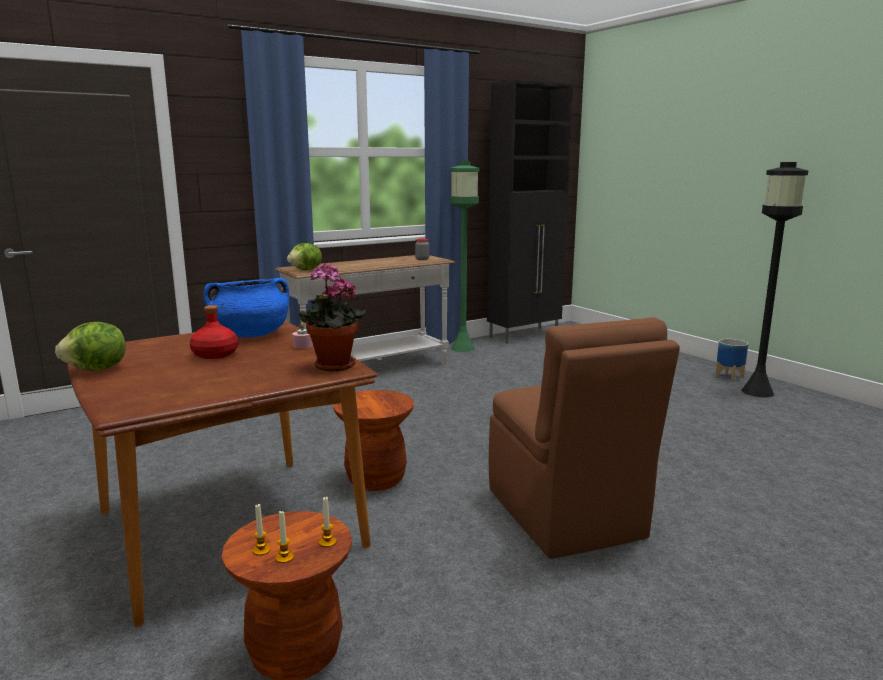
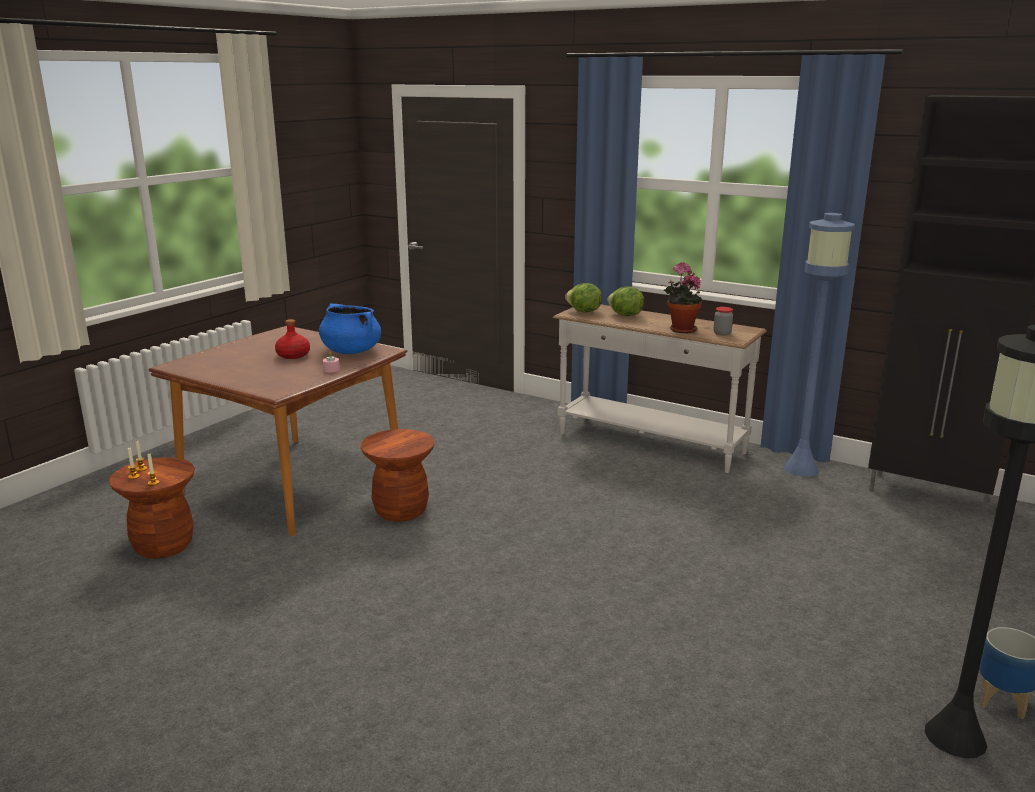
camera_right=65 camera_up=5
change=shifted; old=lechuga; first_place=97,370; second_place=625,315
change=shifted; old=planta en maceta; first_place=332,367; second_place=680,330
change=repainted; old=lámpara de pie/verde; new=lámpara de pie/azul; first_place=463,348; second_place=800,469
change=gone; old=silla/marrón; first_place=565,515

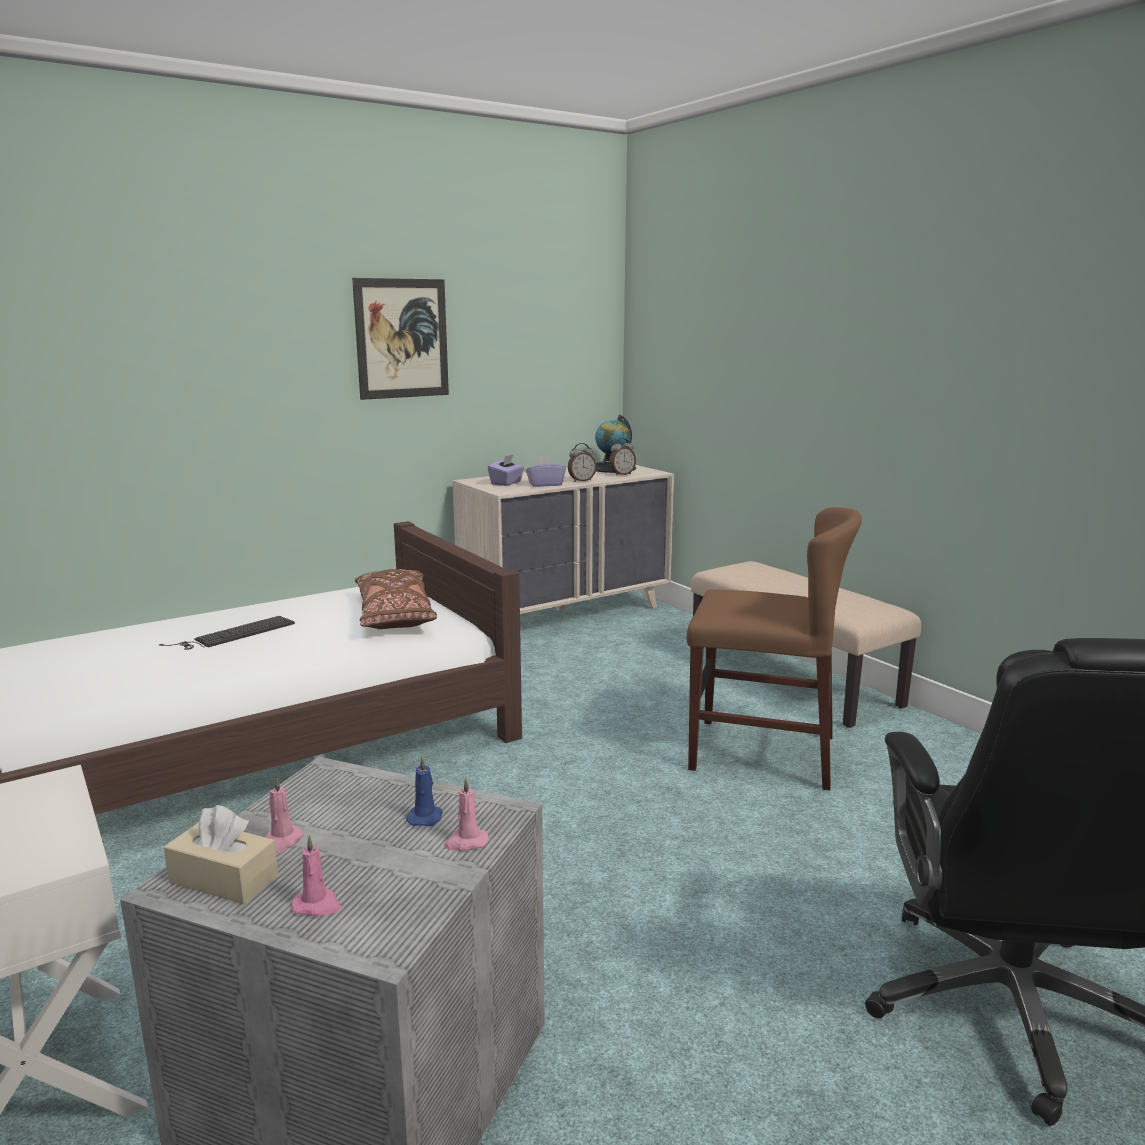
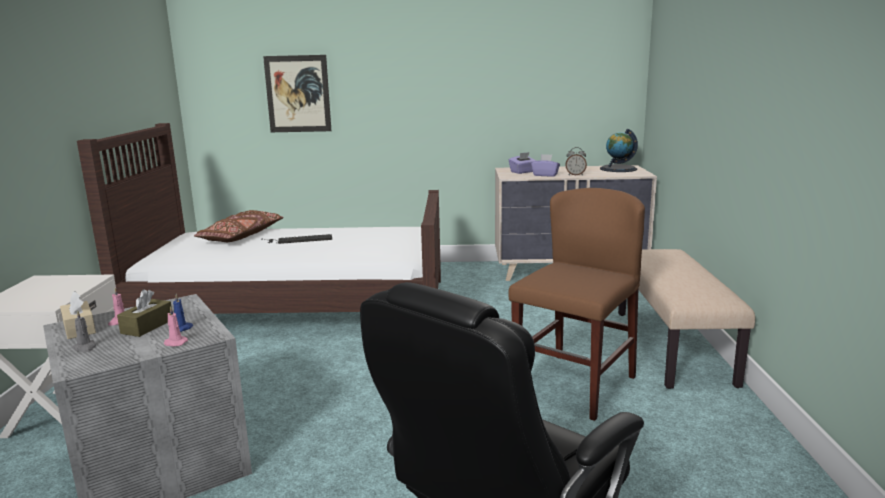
camera_right=35 camera_up=0
change=repainted; old=vela/rosa; new=vela/gris; first_place=317,906; second_place=85,348
change=shifted; old=cuadro; first_place=402,338; second_place=298,94
change=shifted; old=cojín/marrón; first_place=395,615; second_place=241,236
change=gone; old=despertador; first_place=622,474
change=rotated; old=silla/marrón; first_place=762,753; second_place=574,385; degrees=-105
change=new; new=caja de pañuelos/marrón; second_place=147,326

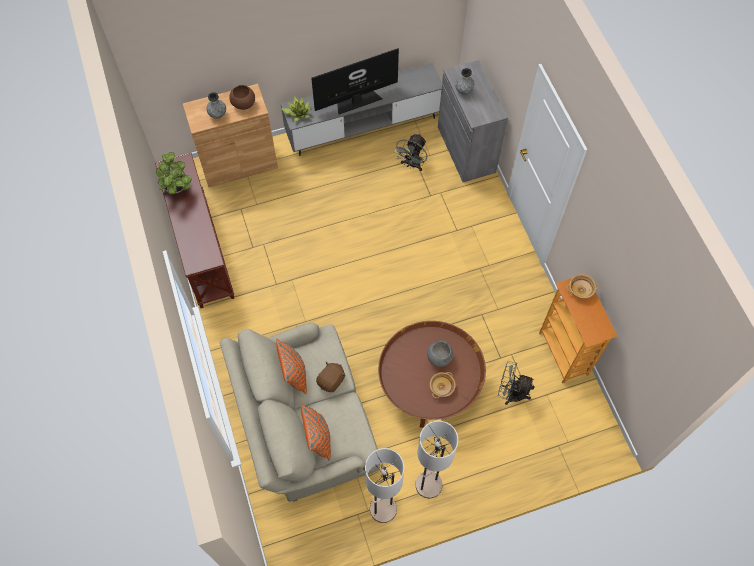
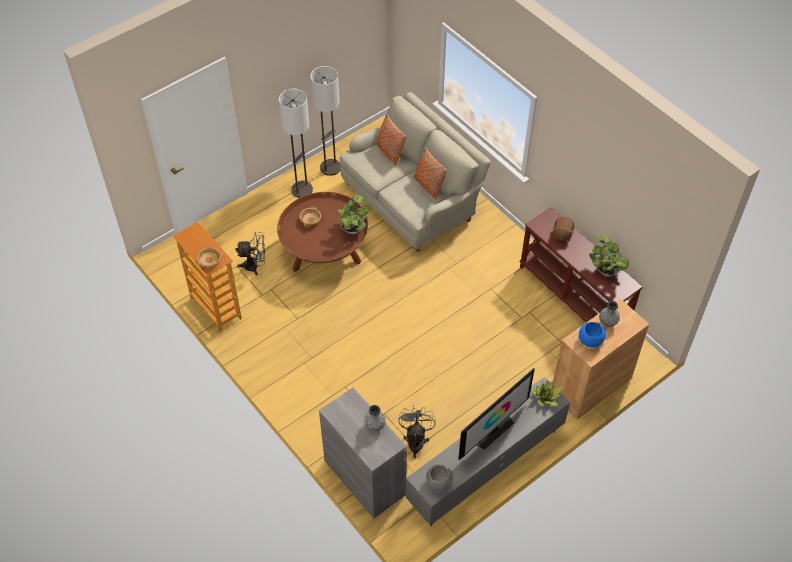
camera_right=160 camera_up=-10
change=repainted; old=cuenco/marrón; new=cuenco/azul; first_place=243,104; second_place=590,341
change=shifted; old=peluche/marrón; first_place=331,381; second_place=562,234
change=shifted; old=cuenco/gris; first_place=439,357; second_place=439,483
change=new; new=planta en maceta; second_place=353,228

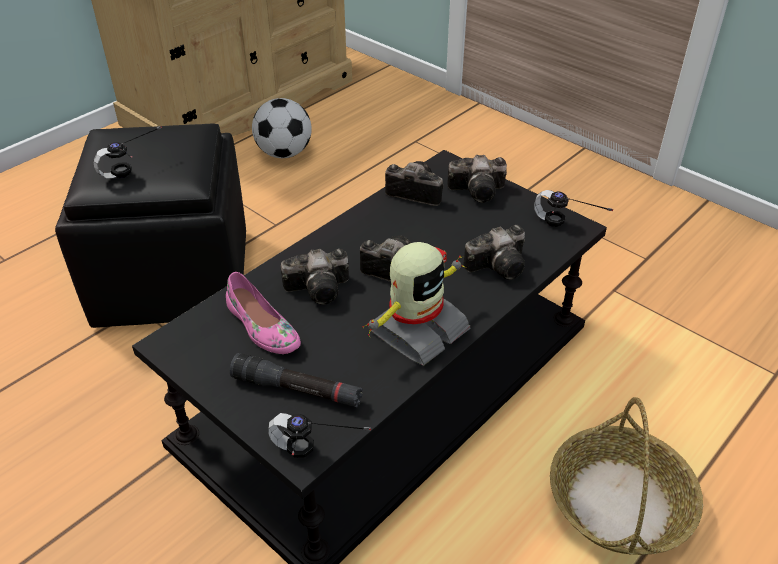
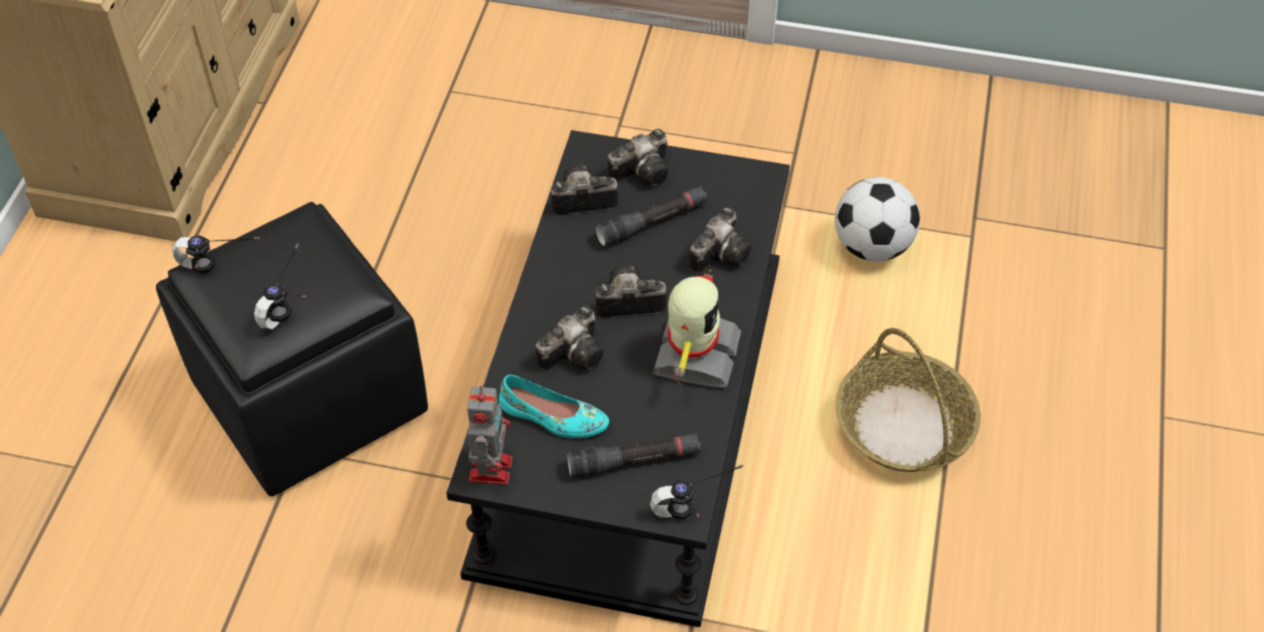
camera_right=-30 camera_up=10
change=repainted; old=zapato/rosa; new=zapato/turquesa; first_place=262,327; second_place=553,417
change=shifted; old=balón de fútbol; first_place=284,153; second_place=872,246
change=shifted; old=auriculares; first_place=562,231; second_place=217,275
change=new; new=robot de juguete; second_place=491,467
change=new; new=linterna/negro; second_place=652,222

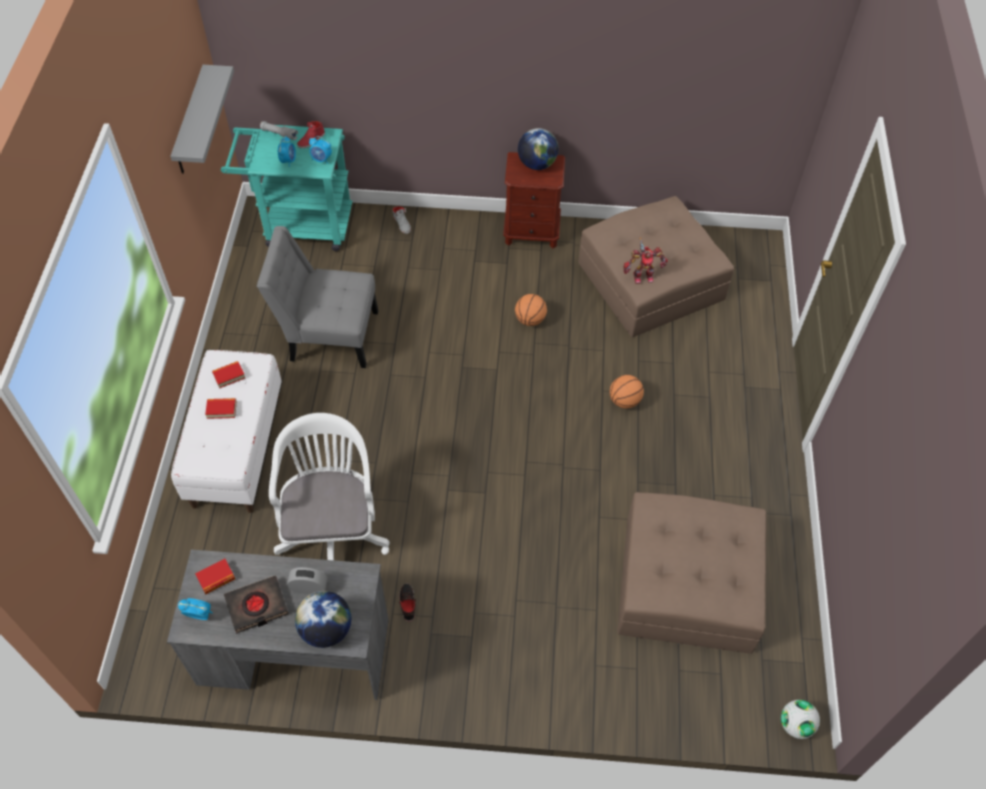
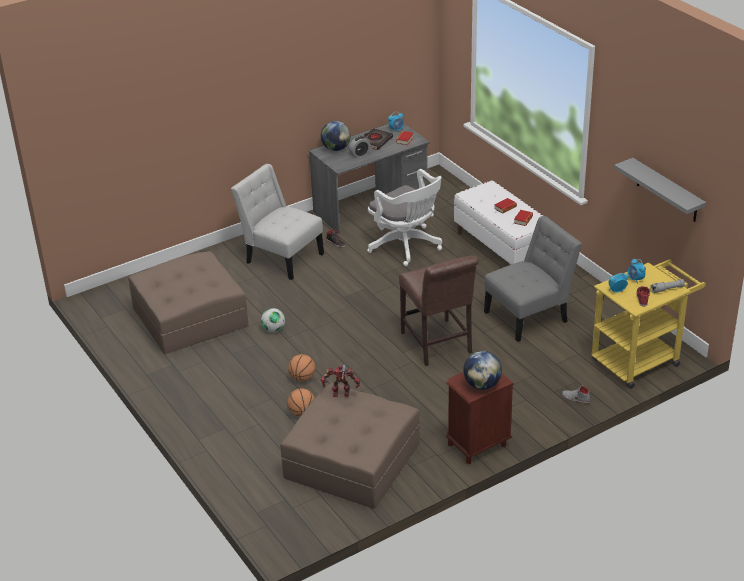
camera_right=145 camera_up=-20
change=repainted; old=carrito/turquesa; new=carrito/amarillo; first_place=299,225; second_place=641,359
change=shifted; old=balón de baloncesto; first_place=530,320; second_place=302,413
change=rotated; old=robot de juguete; first_place=642,276; second_place=341,394; degrees=45
change=shifted; old=balón de fútbol; first_place=795,725; second_place=273,329
change=new; new=silla/blanco; second_place=281,257
change=new; new=silla/marrón; second_place=437,345

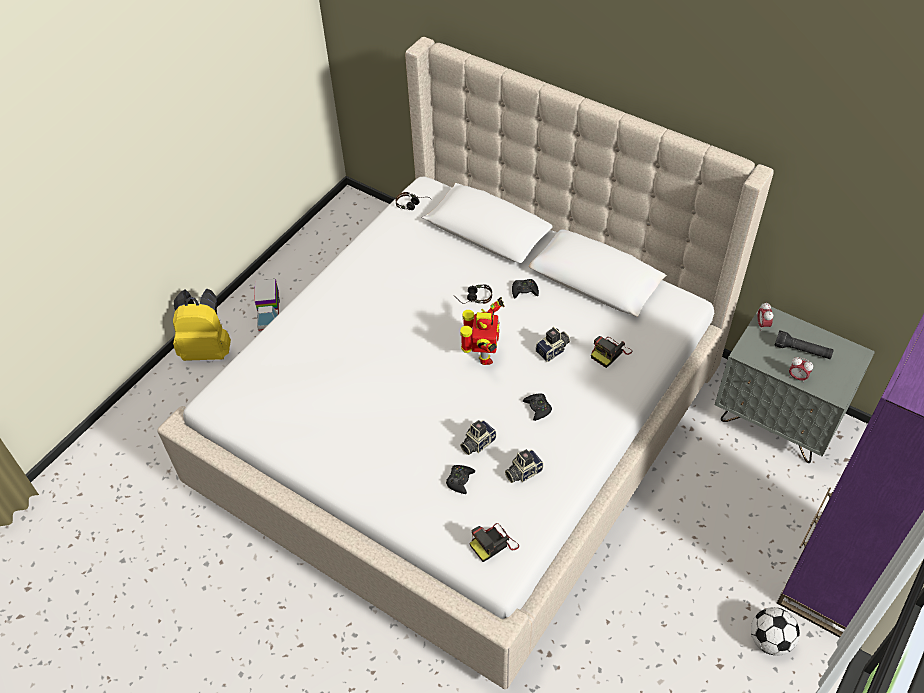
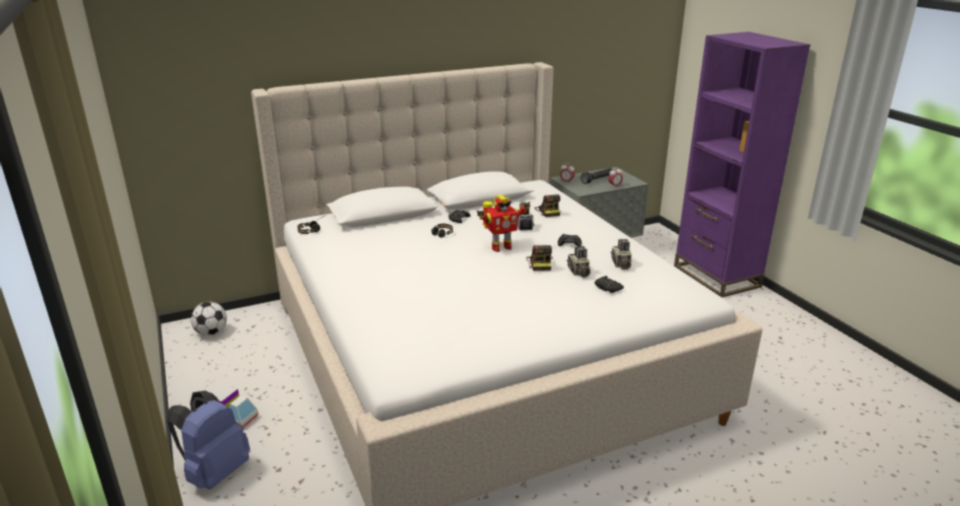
camera_right=-60 camera_up=-25
change=repainted; old=mochila/amarillo; new=mochila/azul; first_place=208,349; second_place=215,472
change=rotated; old=robot de juguete; first_place=484,356; second_place=500,247; degrees=120
change=shifted; old=cámara; first_place=494,544; second_place=540,263
change=shifted; old=balón de fútbol; first_place=770,640; second_place=211,332

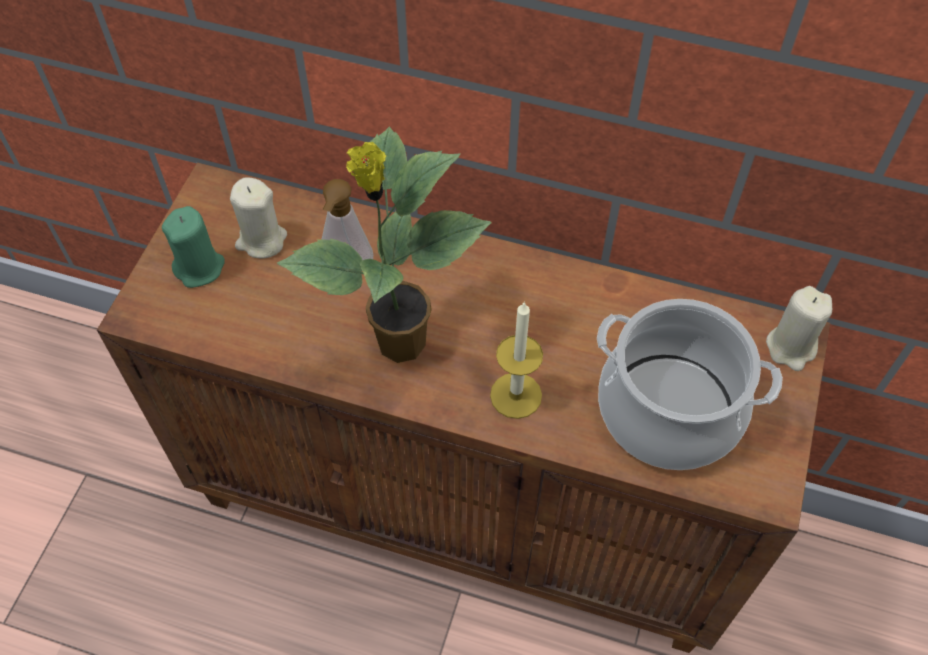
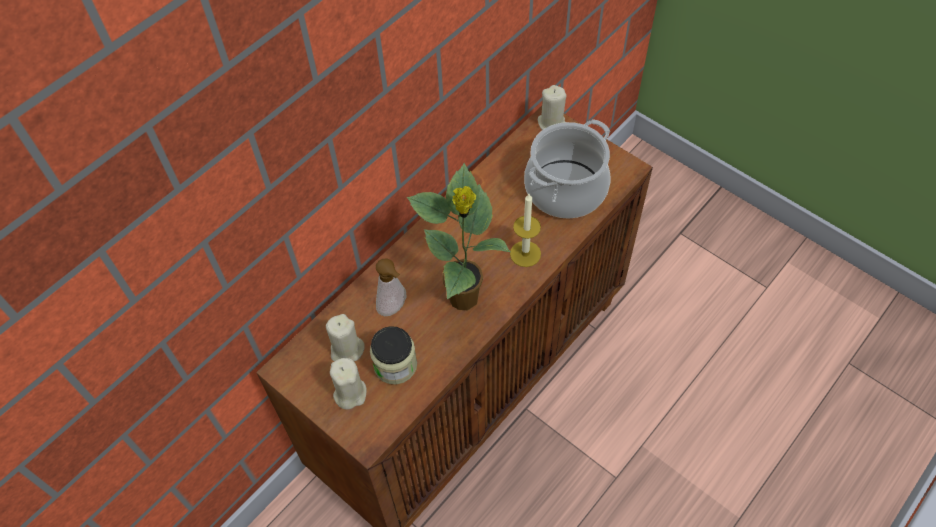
camera_right=-65 camera_up=0
change=repainted; old=vela/verde; new=vela/beis; first_place=200,267; second_place=349,393
change=new; new=tarro; second_place=395,365

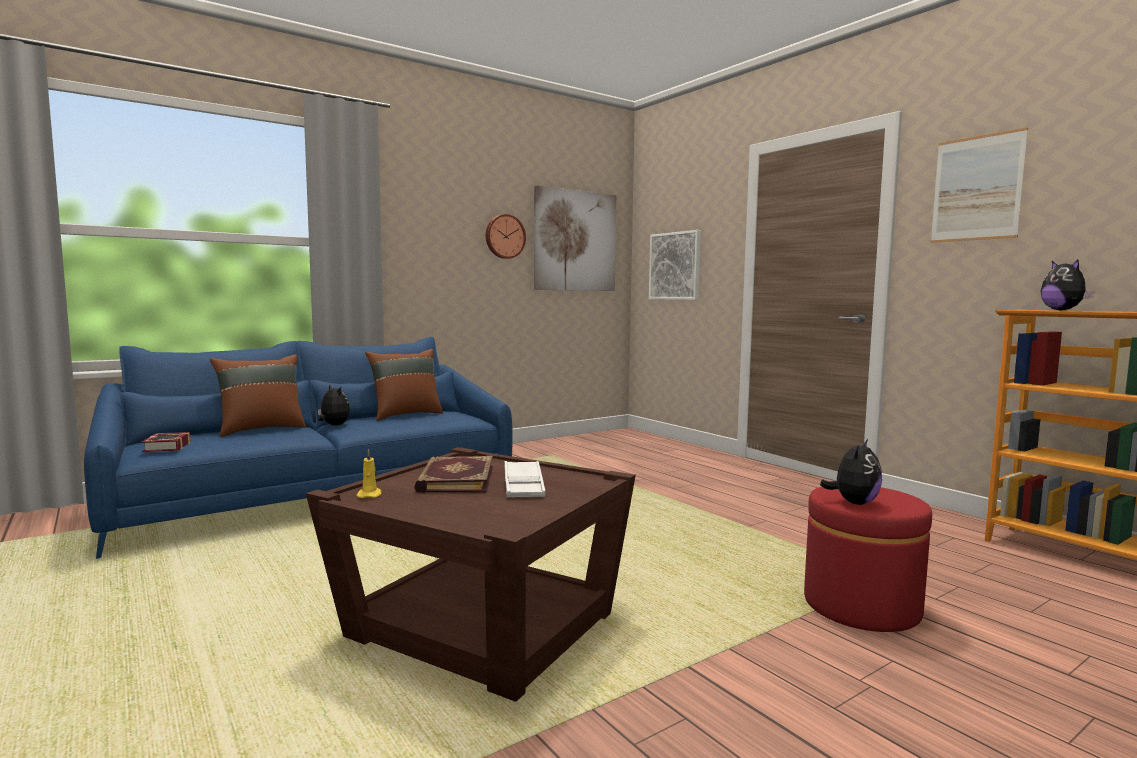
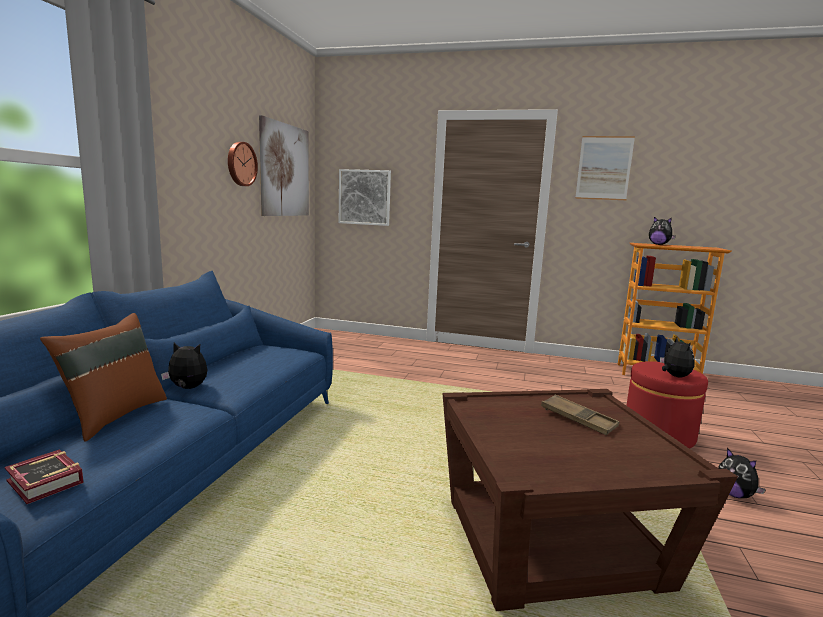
camera_right=-40 camera_up=5
change=gone; old=vela/amarillo; first_place=369,495
change=gone; old=cojín/marrón; first_place=405,415
change=gone; old=libro; first_place=455,478
change=repainted; old=bandeja/blanco; new=bandeja/marrón; first_place=523,486; second_place=578,419
change=new; new=peluche; second_place=735,494

